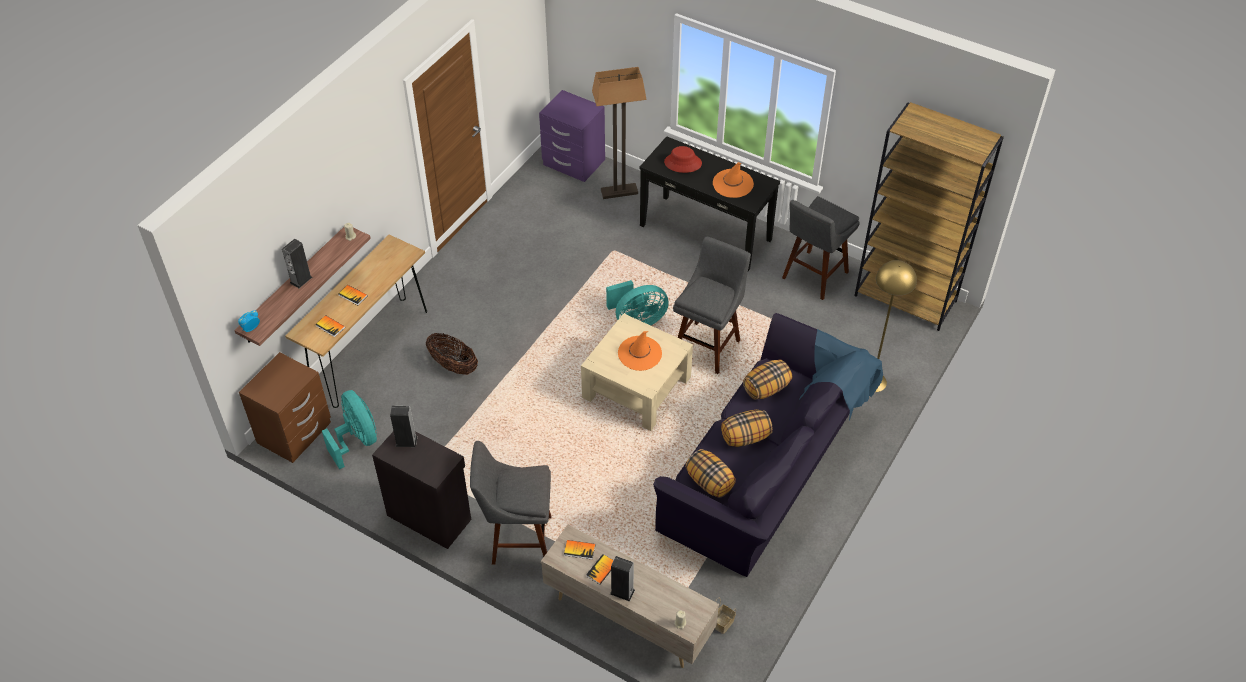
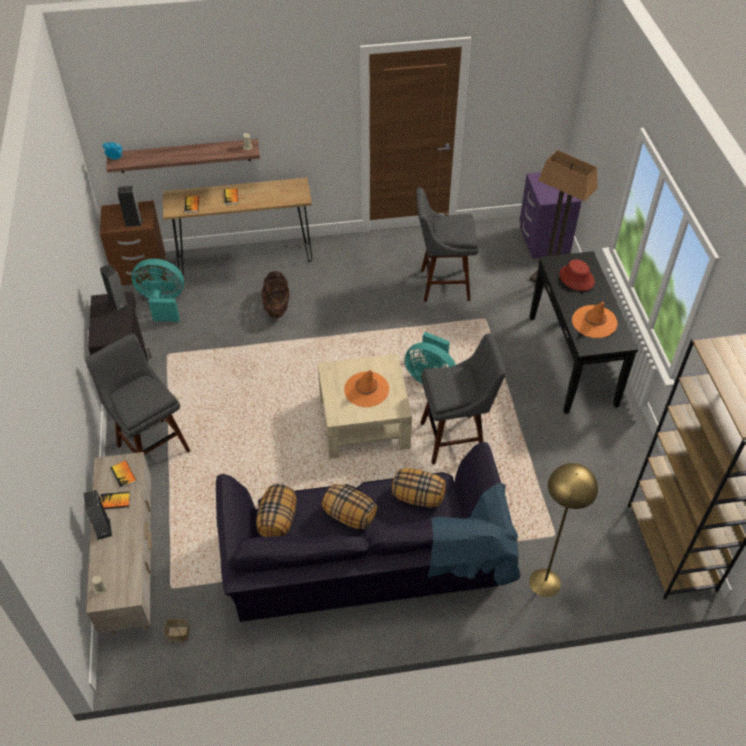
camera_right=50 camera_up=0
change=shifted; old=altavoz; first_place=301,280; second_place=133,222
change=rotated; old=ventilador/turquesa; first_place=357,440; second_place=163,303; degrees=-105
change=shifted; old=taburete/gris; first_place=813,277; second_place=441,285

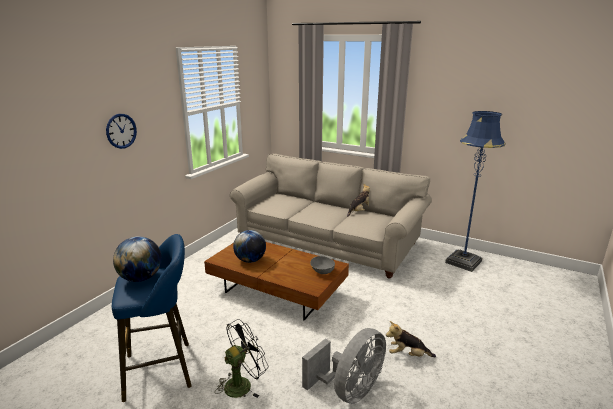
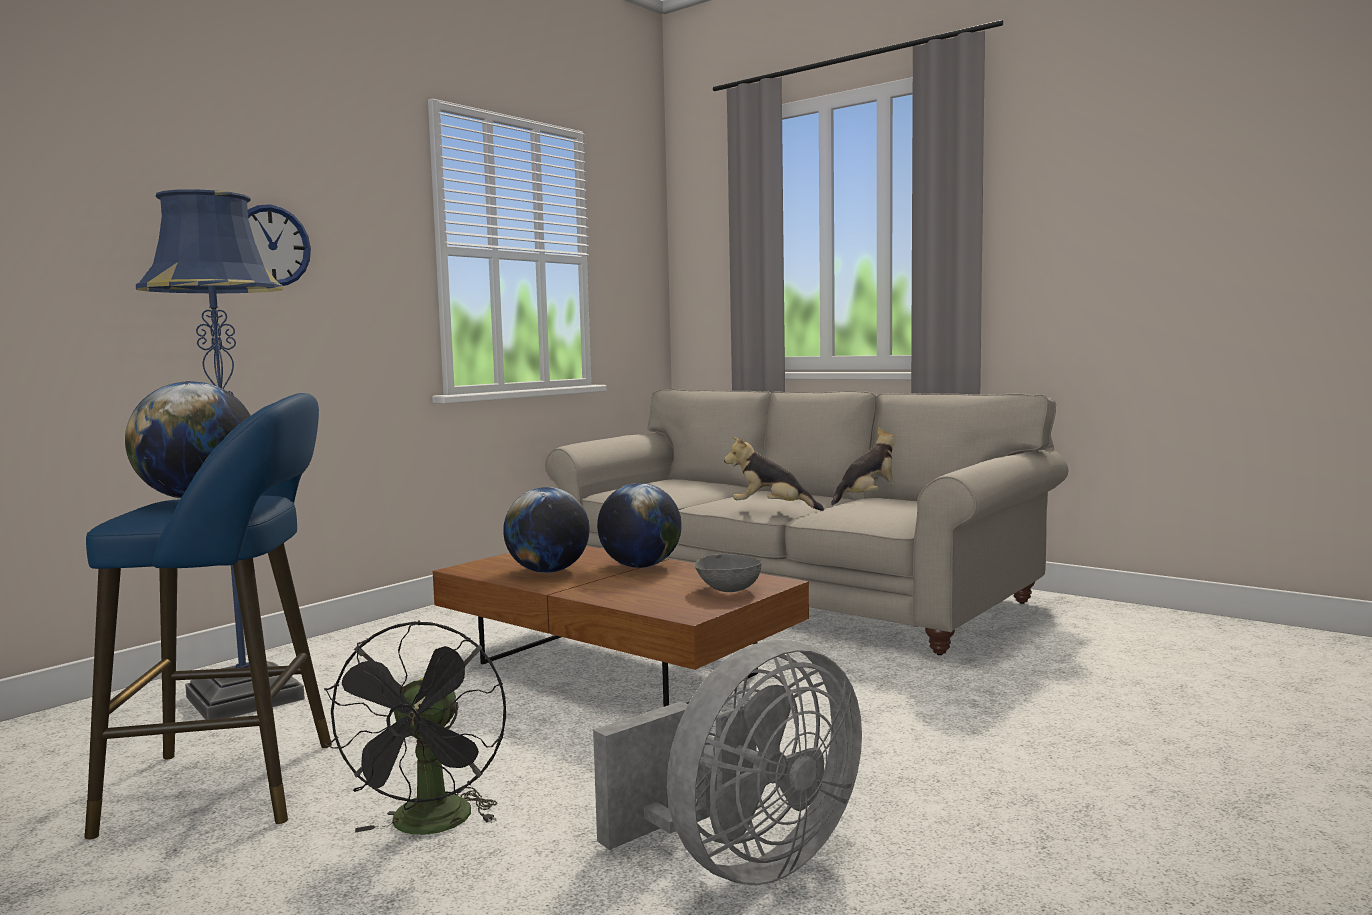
camera_right=10 camera_up=-15
change=rotated; old=ventilador/negro; first_place=242,383; second_place=430,827; degrees=120
change=shifted; old=peluche; first_place=408,355; second_place=771,509
change=shifted; old=lámpara de pie/azul; first_place=463,262; second_place=245,698
change=new; new=globo terráqueo; second_place=640,566

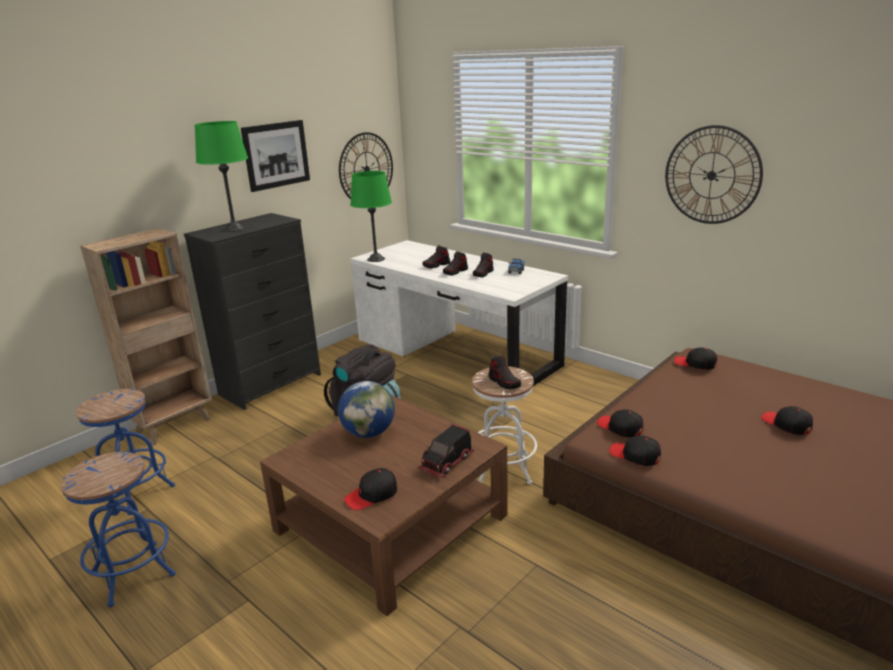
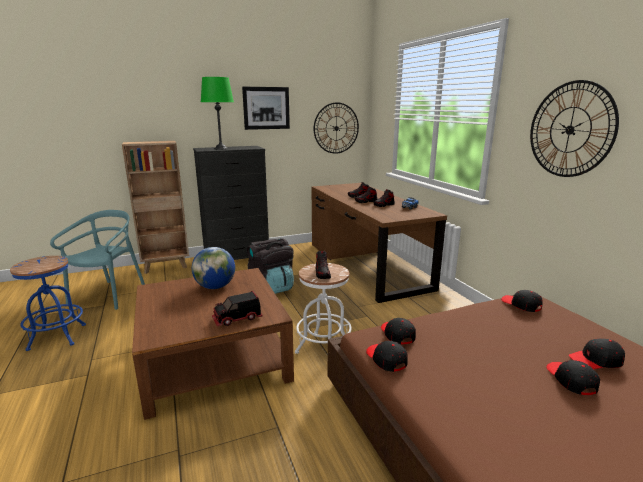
camera_right=25 camera_up=-5
change=swapped; old=taburete/azul; new=silla/turquesa; first_place=136,493; second_place=109,295
change=shifted; old=gorra/negro; first_place=372,495; second_place=596,360
change=gone; old=lámpara de mesa/verde; first_place=376,259
change=repainted; old=escritorio/blanco; new=escritorio/marrón; first_place=456,353; second_place=366,265

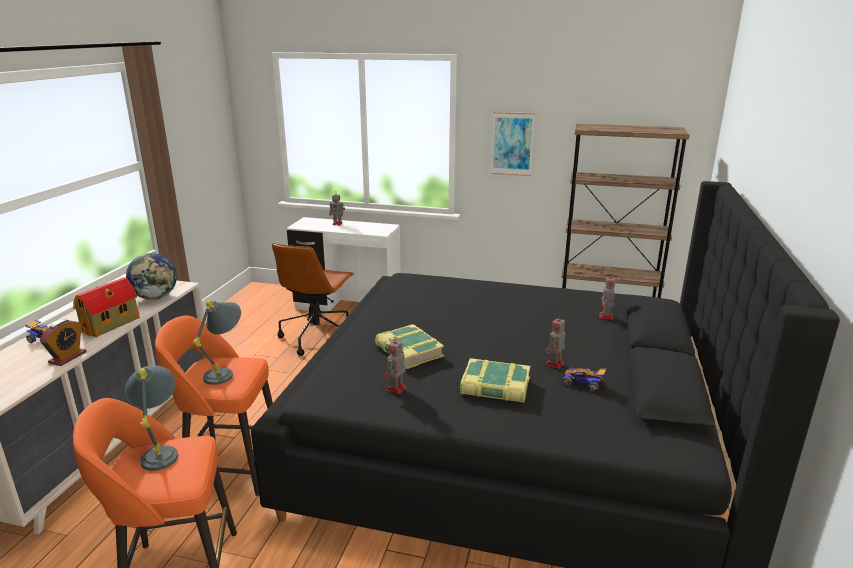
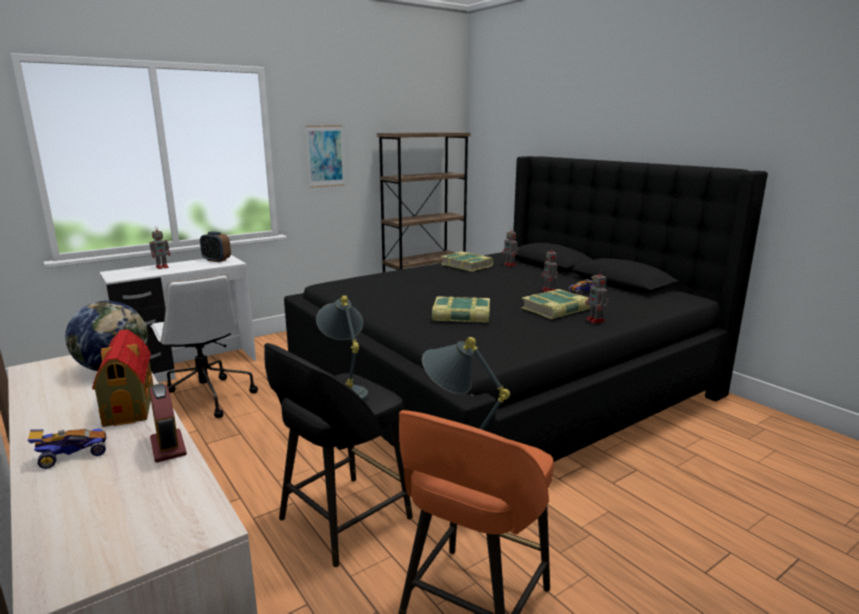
camera_right=-50 camera_up=-5
change=repainted; old=taburete/naranja; new=taburete/negro; first_place=231,467; second_place=342,520
change=repainted; old=silla de oficina/marrón; new=silla de oficina/blanco; first_place=317,336; second_place=205,398
change=shifted; old=robot de juguete; first_place=395,389; second_place=596,321
change=new; new=despertador; second_place=216,260
change=new; new=libro; second_place=467,265

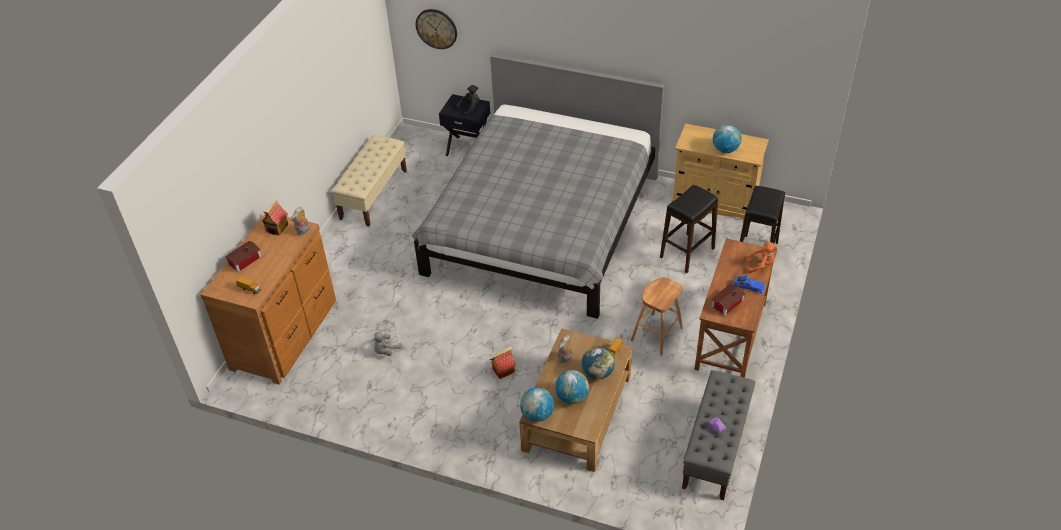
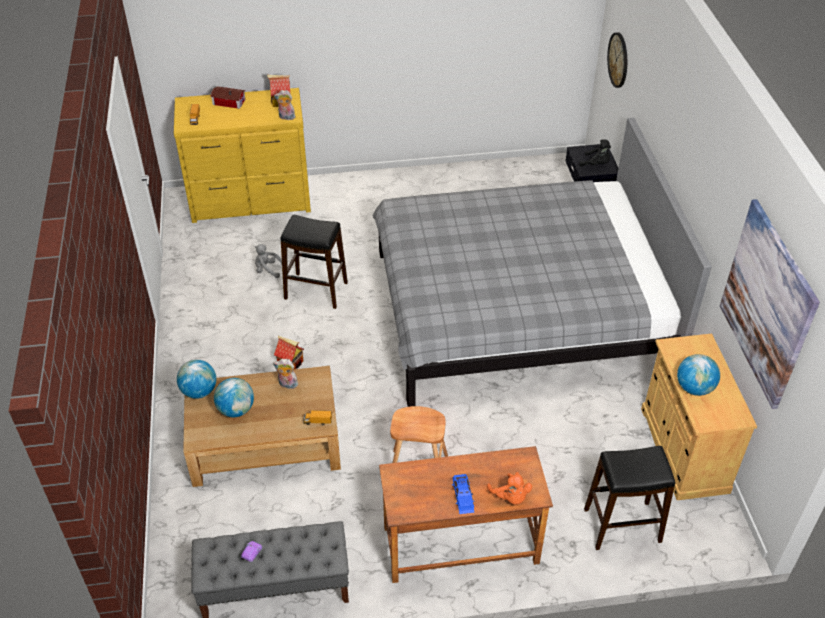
camera_right=60 camera_up=0
change=repainted; old=cómoda/marrón; new=cómoda/amarillo; first_place=286,334; second_place=251,201
change=gone; old=banco/beis; first_place=374,194
change=gone; old=globo terráqueo; first_place=597,373
change=shifted; old=taburete/negro; first_place=687,253; second_place=316,290
change=gone; old=casita; first_place=726,303
change=new; new=cuadro; second_place=767,303

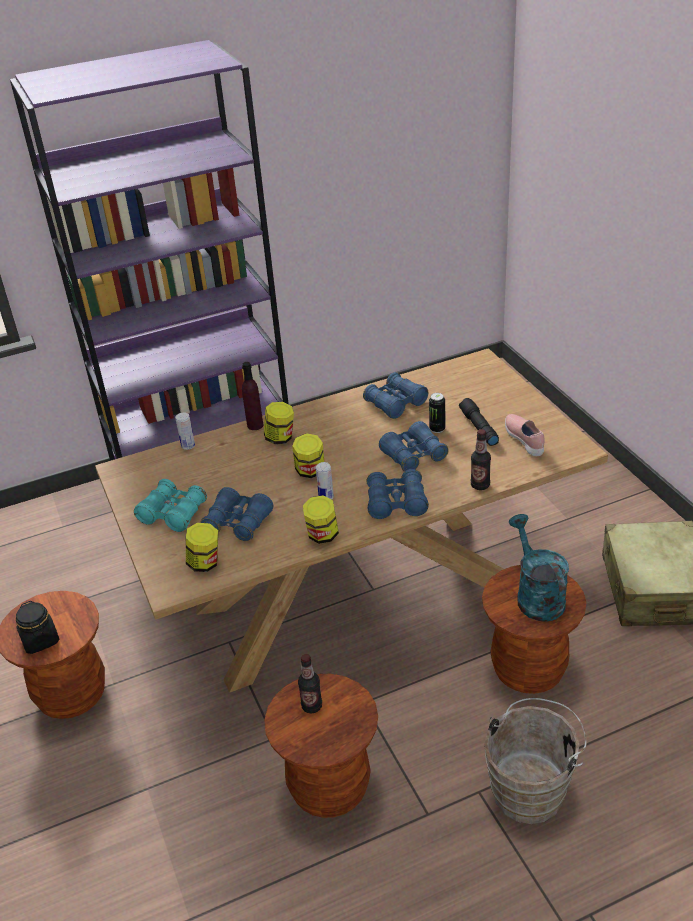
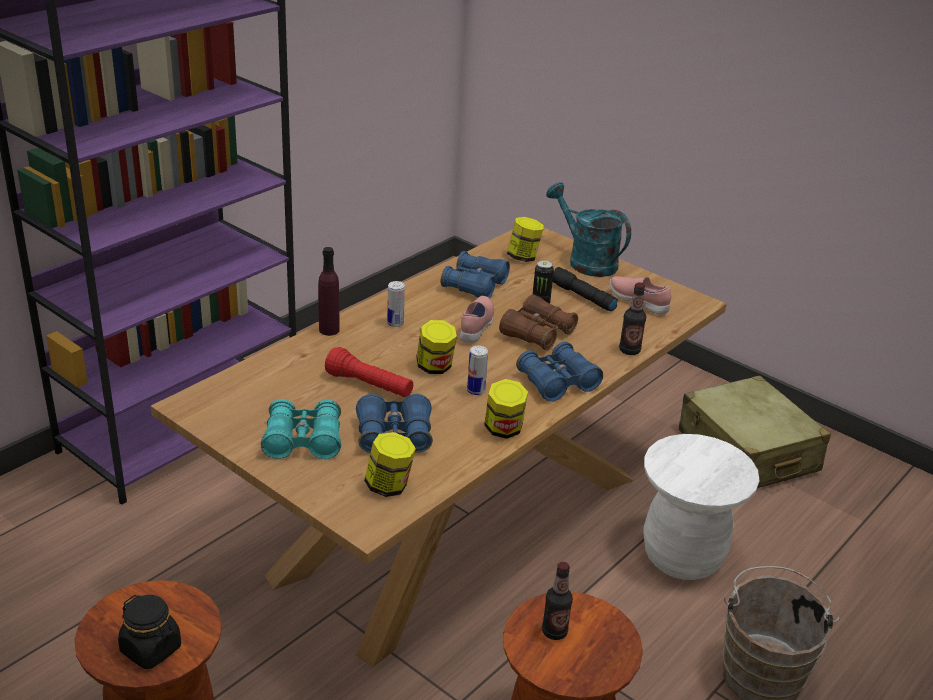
camera_right=-30 camera_up=-5
change=shifted; old=lata; first_place=188,446; second_place=395,323
change=shifted; old=tarro; first_place=280,438; second_place=523,257
change=repainted; old=prismáticos/azul; new=prismáticos/marrón; first_place=413,456; second_place=537,333
change=repainted; old=taburete/marrón; new=taburete/blanco; first_place=528,670; second_place=682,556
change=shifted; old=regadera/turquesa; first_place=536,595; second_place=585,261
change=new; new=linterna/rojo; second_place=370,386
change=new; new=zapato/rosa; second_place=477,327

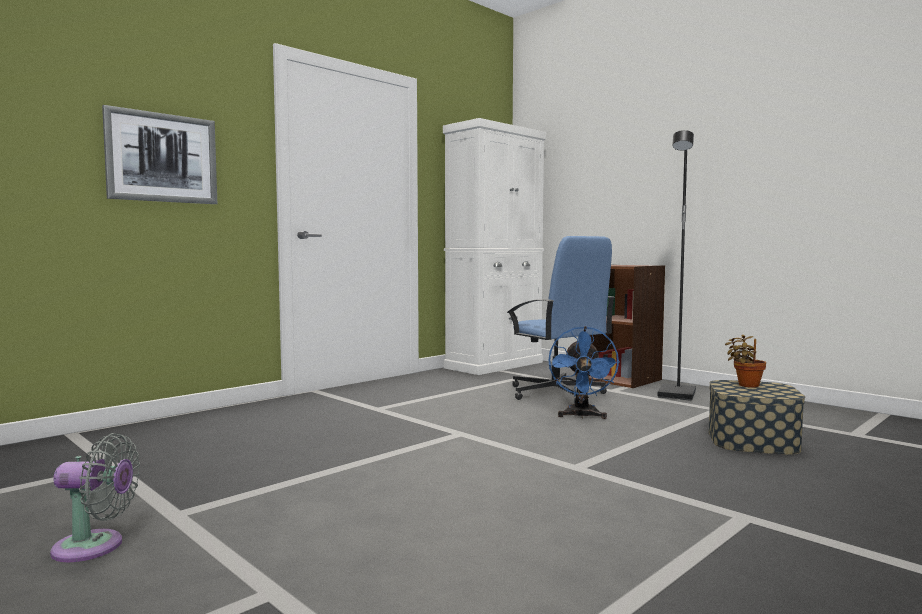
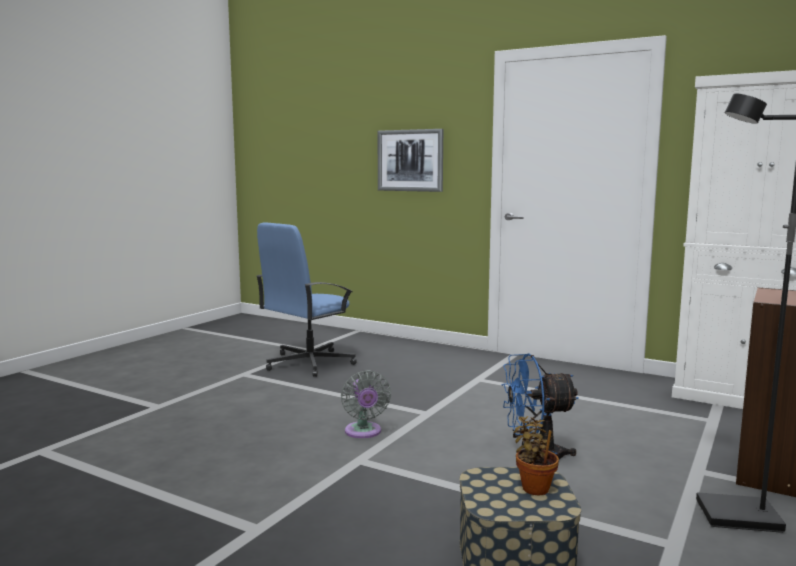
camera_right=75 camera_up=5
change=shifted; old=ventilador/gris; first_place=95,547; second_place=363,432
change=shifted; old=silla de oficina/azul; first_place=556,393; second_place=308,363

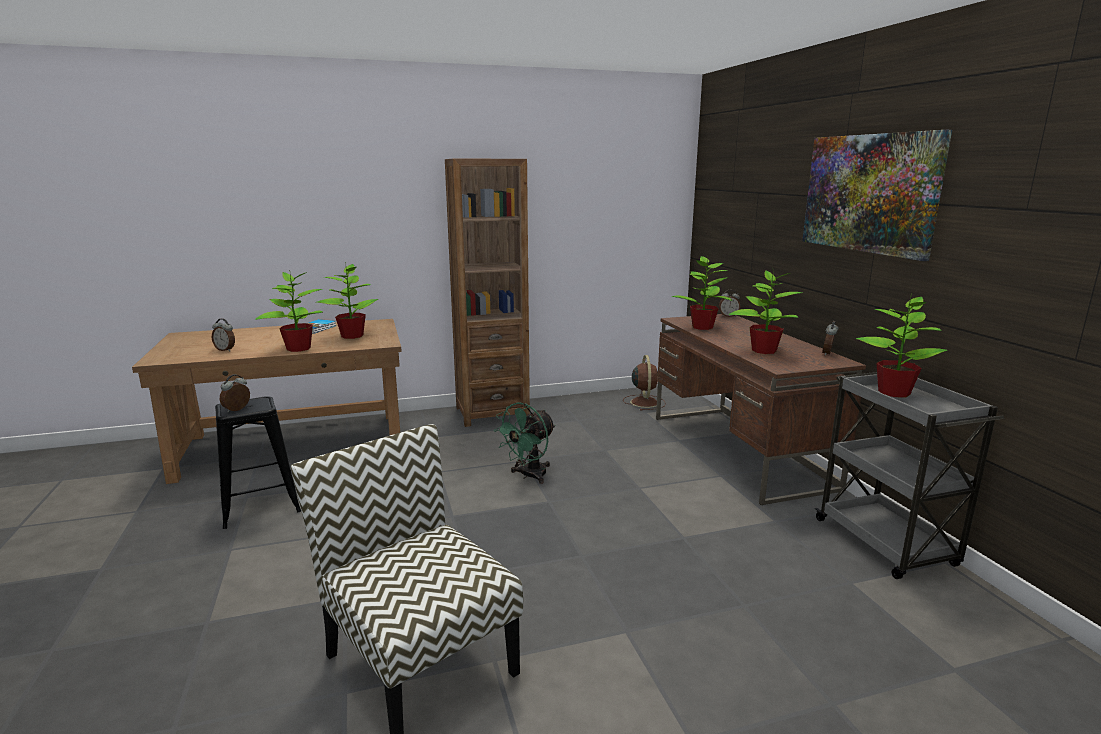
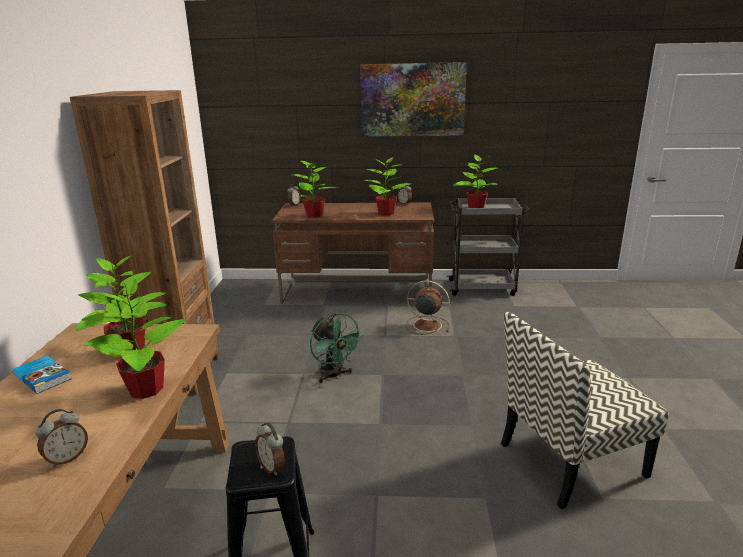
camera_right=-70 camera_up=5
change=shifted; old=ventilador/marrón; first_place=644,402; second_place=426,325

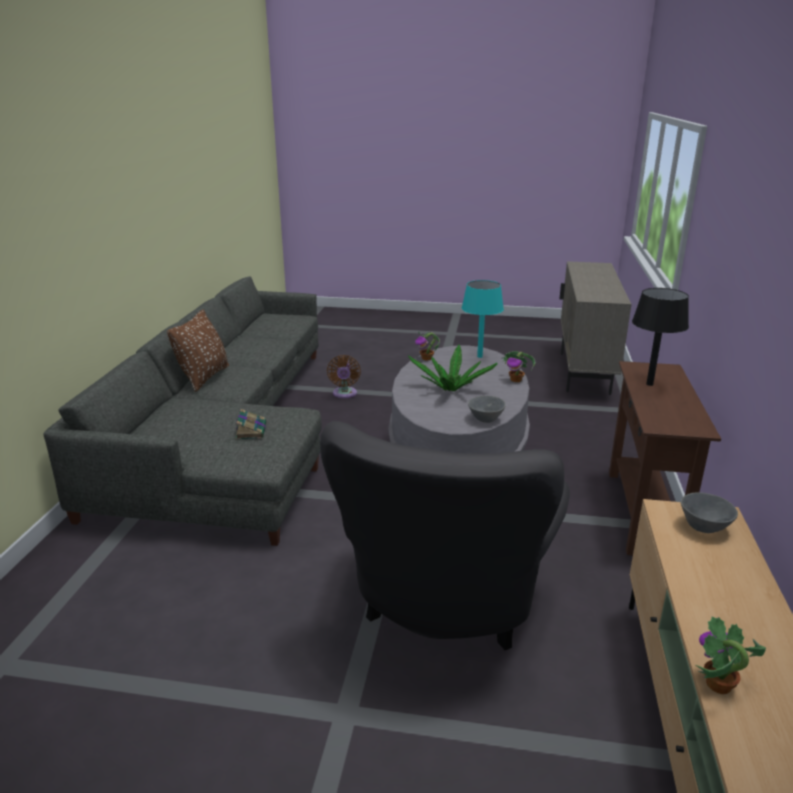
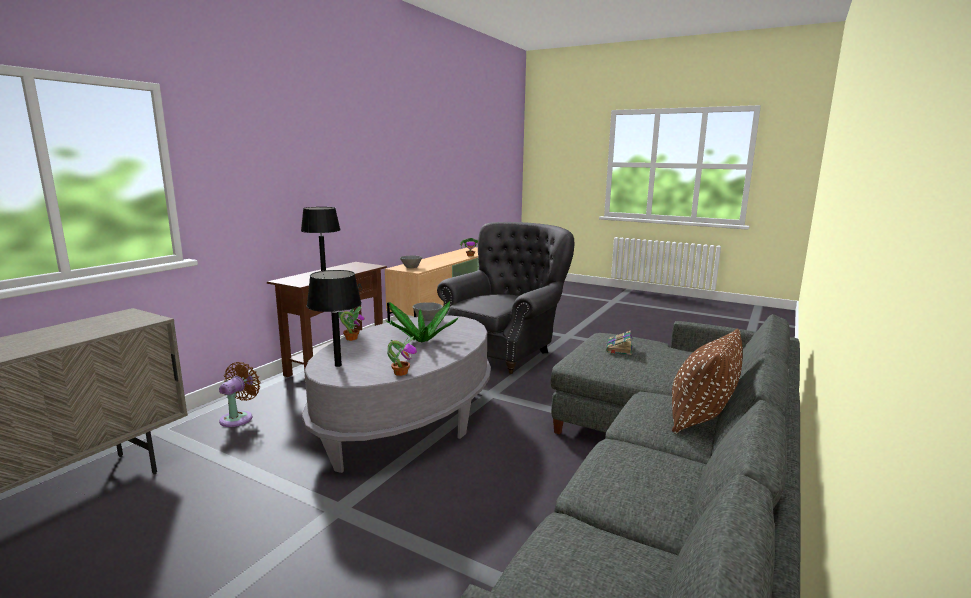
camera_right=-160 camera_up=-10
change=shifted; old=ventilador/marrón; first_place=344,394; second_place=239,417
change=repainted; old=lámpara de mesa/turquesa; new=lámpara de mesa/negro; first_place=479,356; second_place=338,365

